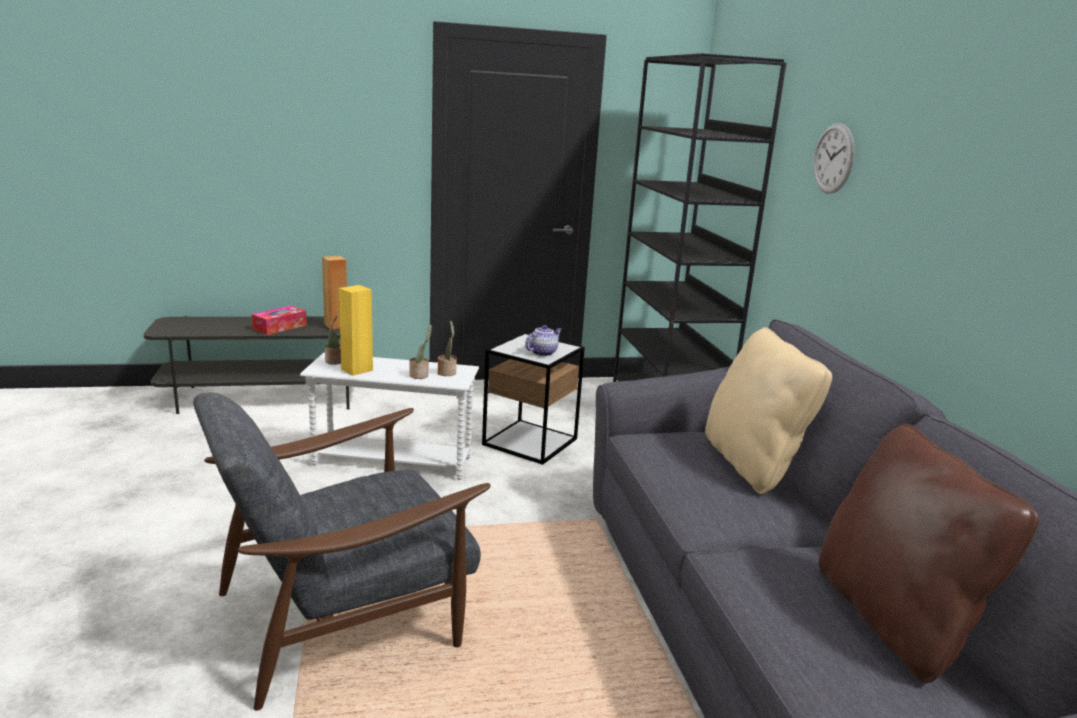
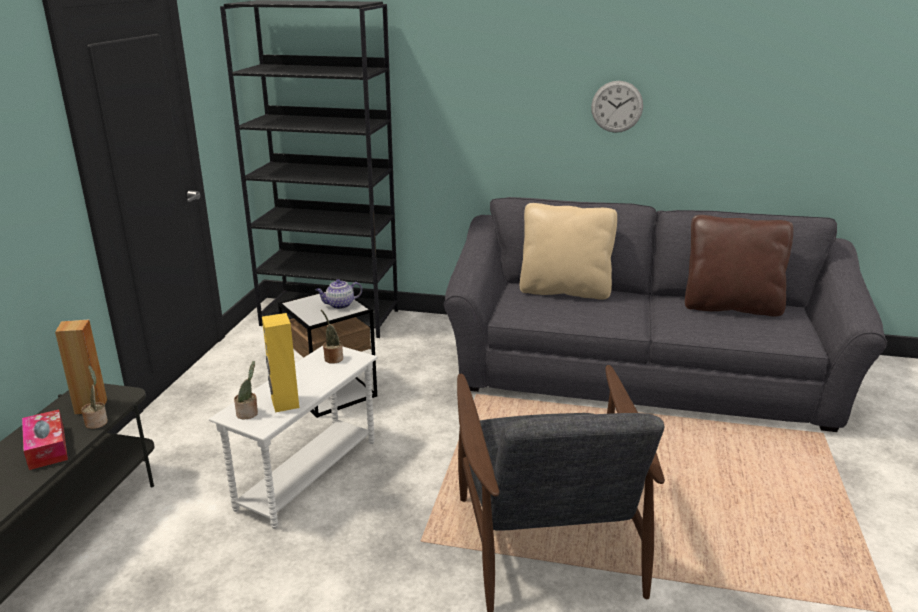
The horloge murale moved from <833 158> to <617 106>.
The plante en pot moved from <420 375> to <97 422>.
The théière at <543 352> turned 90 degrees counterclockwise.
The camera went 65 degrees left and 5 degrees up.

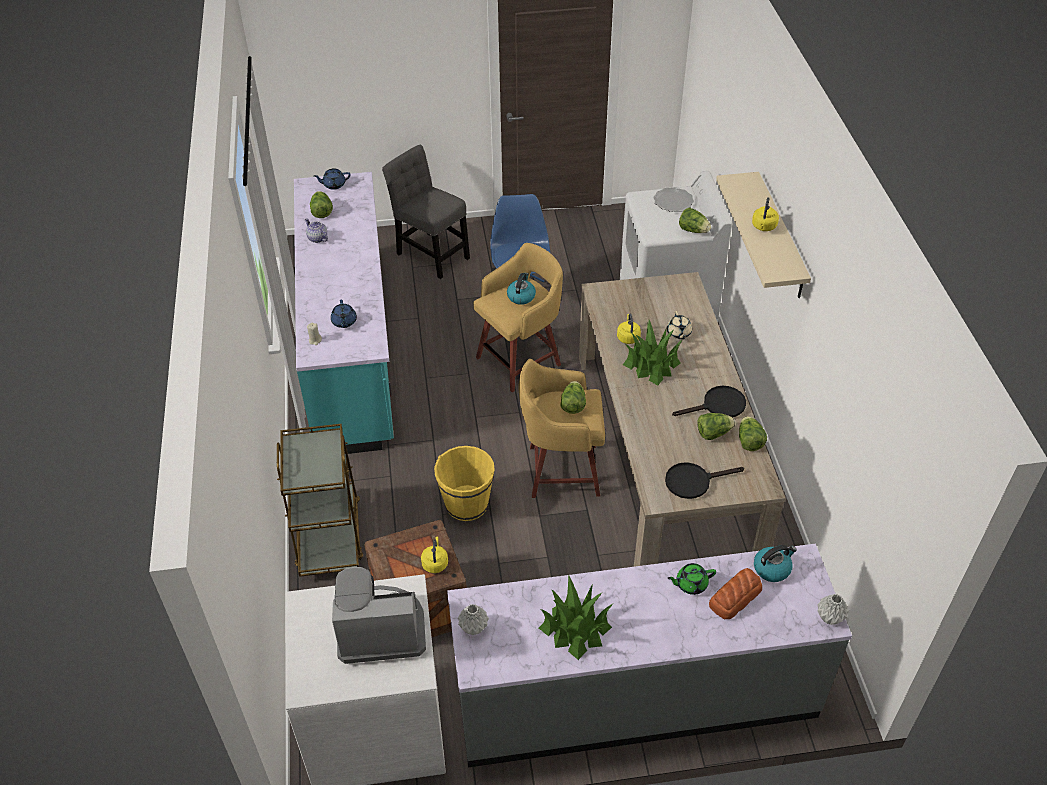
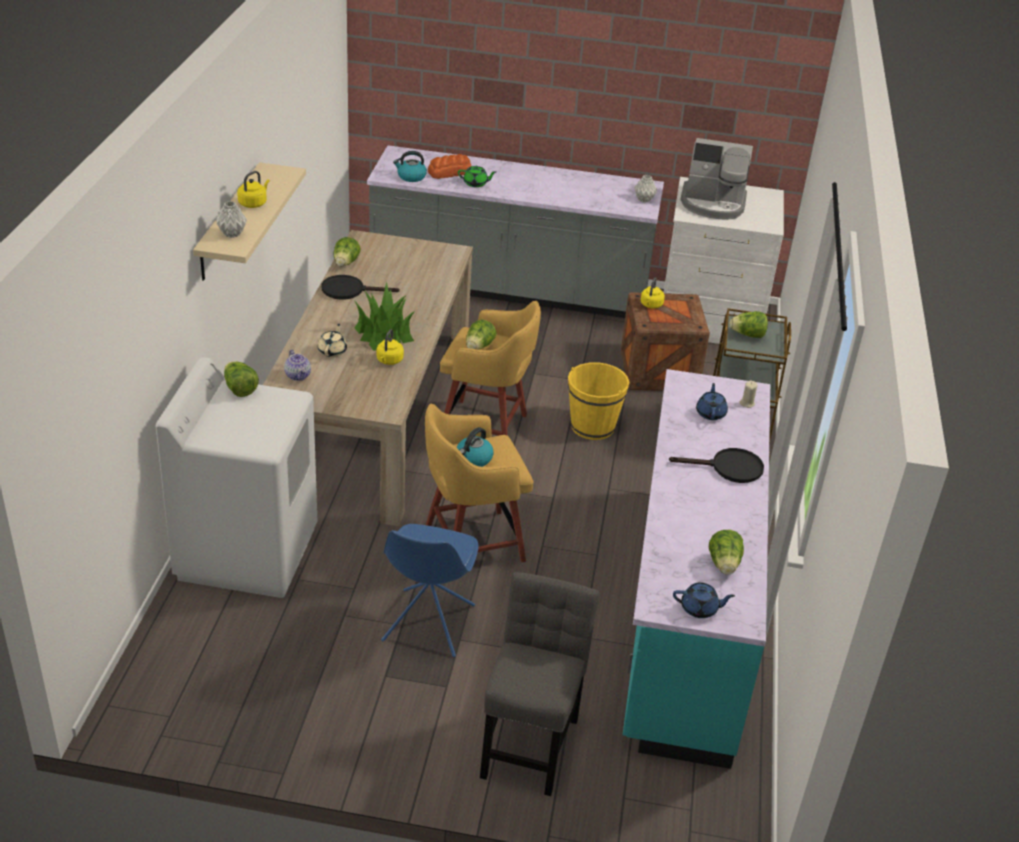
The chaise/gris at <430 253> turned 135 degrees counterclockwise.
The assiette at <673 201> disappeared.
The théière moved from <317 238> to <298 376>.
The laitue moved from <713 433> to <748 335>.
The poêle/noir moved from <693 481> to <729 468>.
The plante en pot at <575 627> disappeared.
The vase/gris moved from <830 617> to <231 234>.
The camera went 165 degrees left and 10 degrees down.

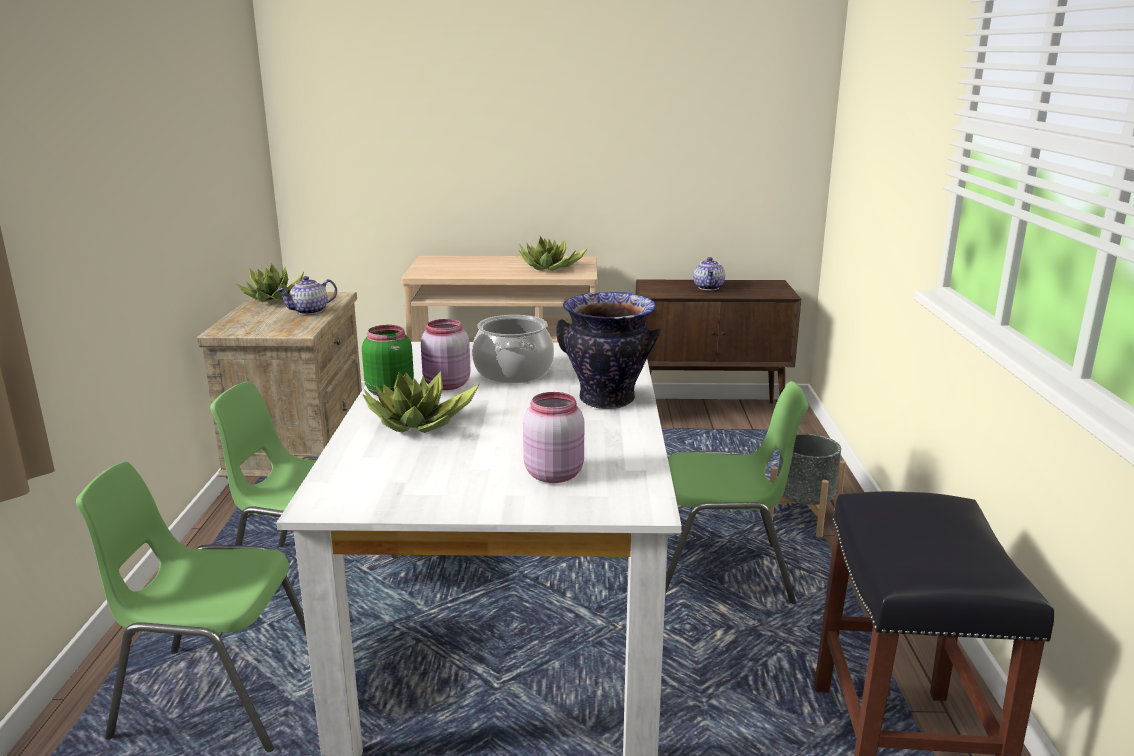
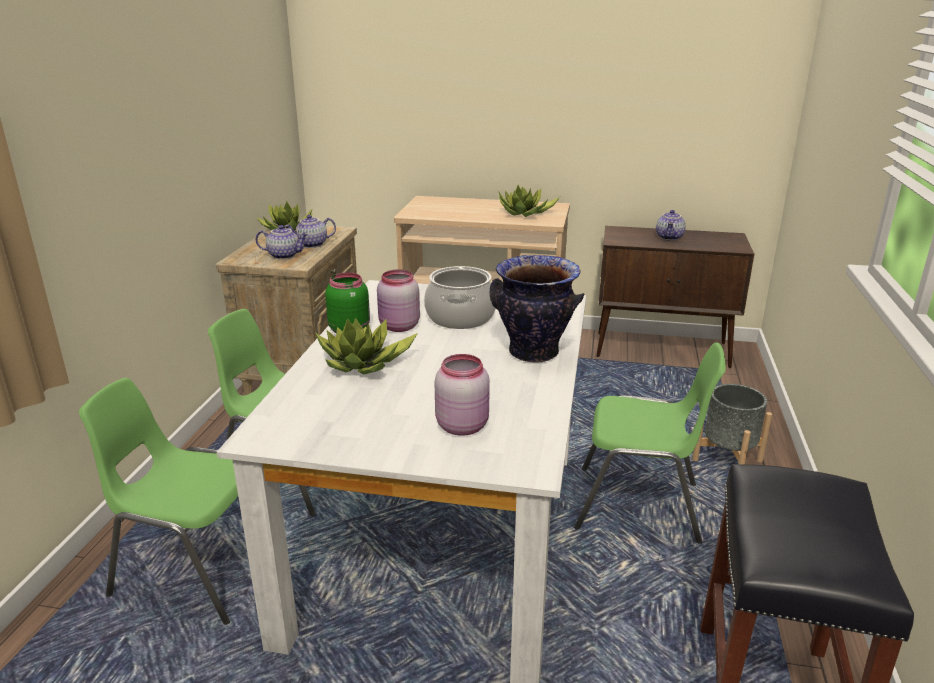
The théière at <284 255> appeared.
The camera went 10 degrees right and 5 degrees up.

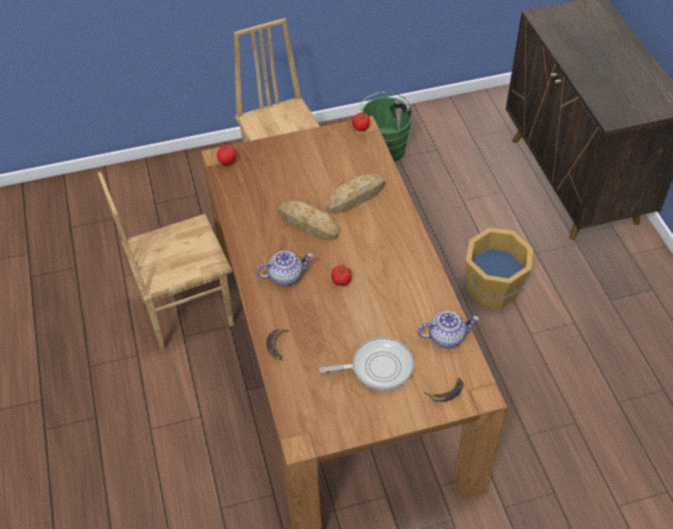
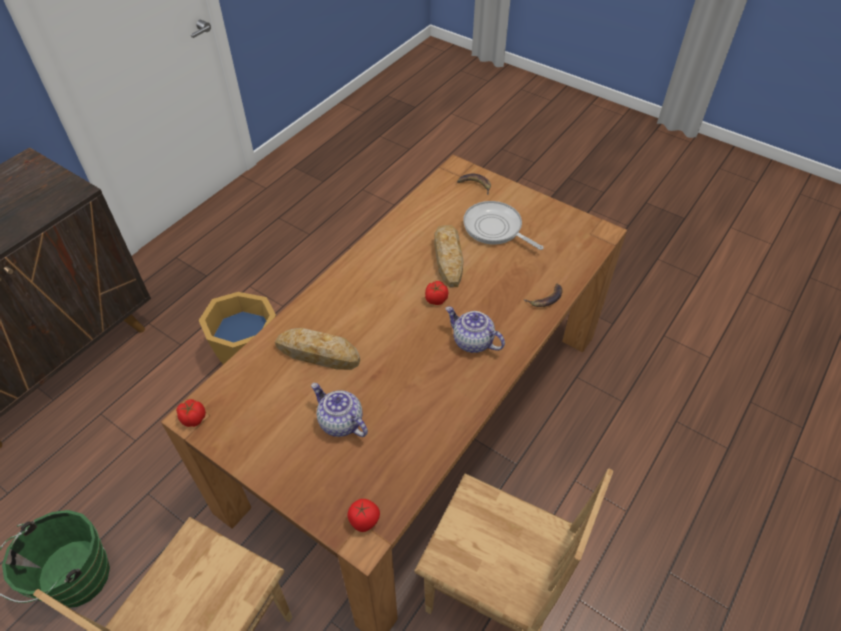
The pain moved from <308 223> to <448 258>.
The théière moved from <446 337> to <340 422>.
The camera went 130 degrees left and 0 degrees up.

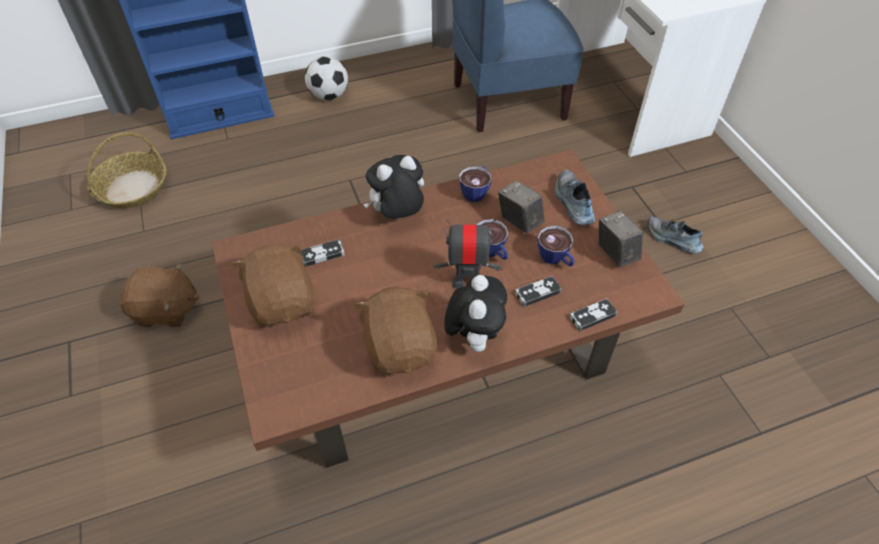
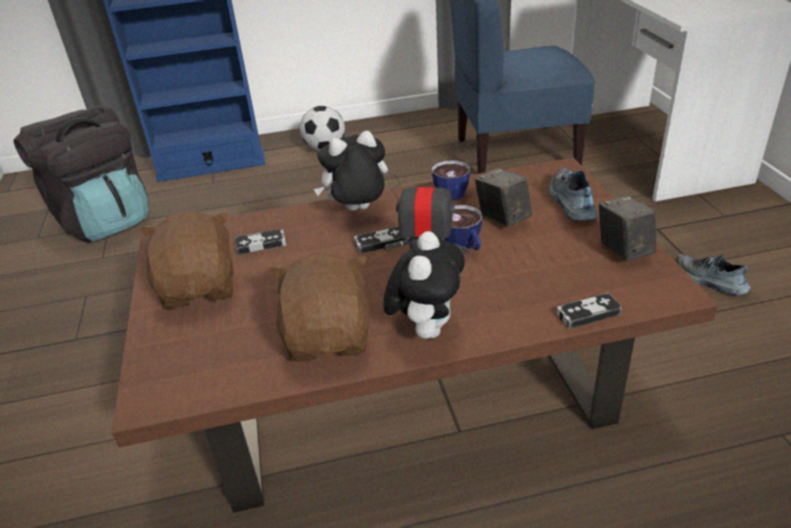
The panier at <133 188> was replaced by the sac à dos/noir at <105 221>.
The tasse at <555 259> disappeared.
The peluche/marron at <166 310> disappeared.
The manette moved from <537 293> to <380 242>.
The camera went 10 degrees right and 15 degrees down.

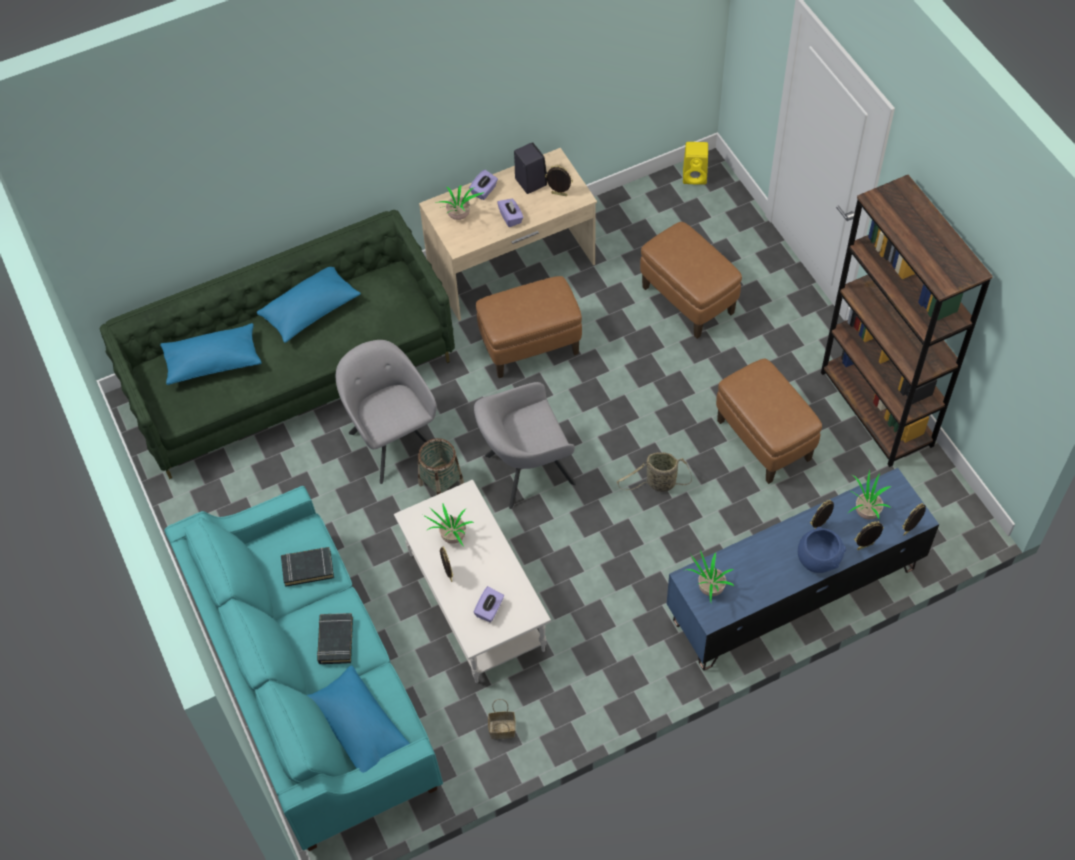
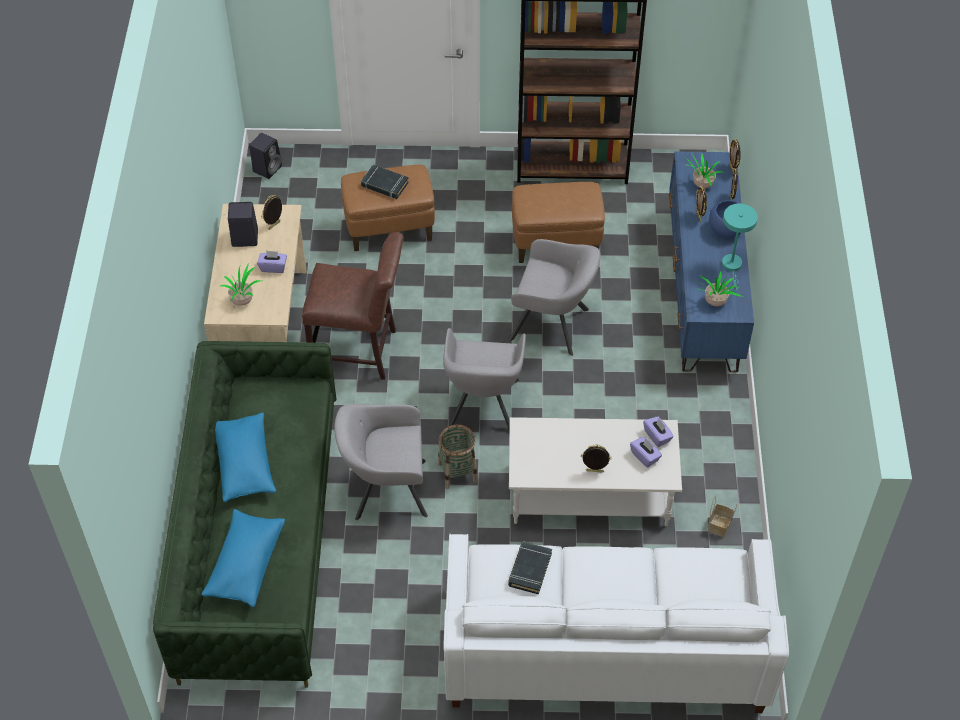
The enceinte/jaune at <695 176> became the enceinte/noir at <267 168>.
The boîte à mouchoirs/violet moved from <484 191> to <657 436>.
The pouf/marron at <530 347> was replaced by the chaise/marron at <359 351>.
The panier at <658 483> was replaced by the fauteuil/gris at <553 325>.
The canapé/turquoise at <313 686> became the canapé/blanc at <604 649>.
The plante en pot at <452 538> disappeared.
The livre/noir moved from <335 640> to <384 184>.
The coussin/bleu at <359 728> disappeared.
The lampe de table/turquoise at <732 267> appeared.
The camera went 65 degrees left and 5 degrees down.

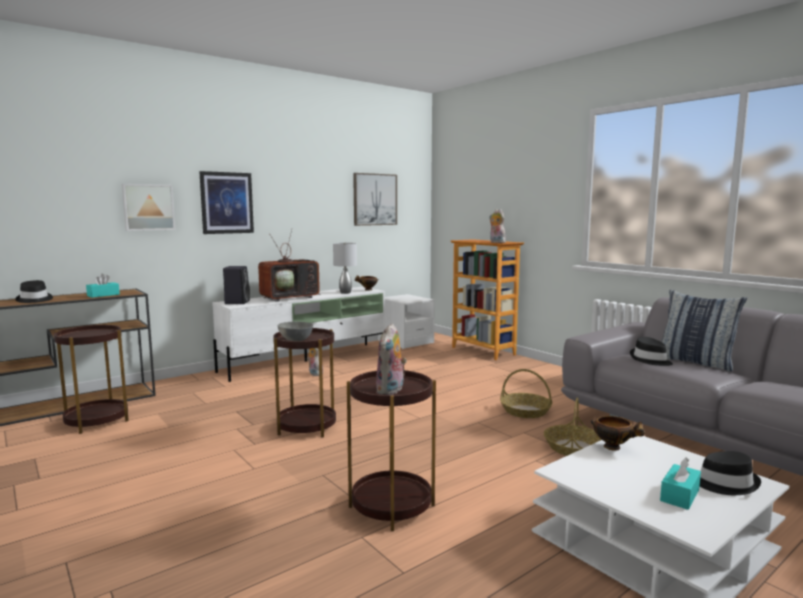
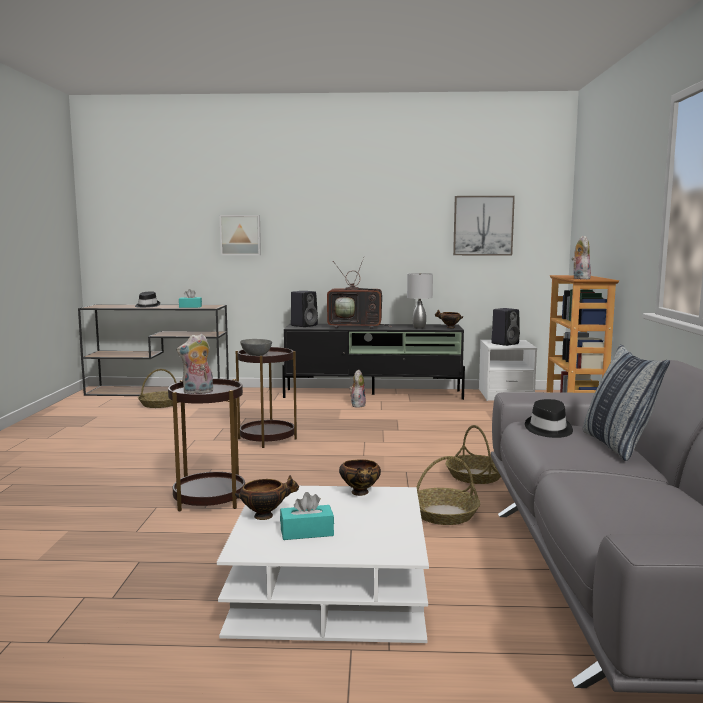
The tableau at <227 203> disappeared.
The meuble télé/blanc at <307 361> became the meuble télé/noir at <374 394>.
The table d'appoint/marron at <97 421> was replaced by the panier at <160 404>.
The chapeau/noir at <724 483> disappeared.
The enceinte/noir at <505 343> appeared.
The bol at <265 516> appeared.
The camera went 40 degrees right and 0 degrees up.

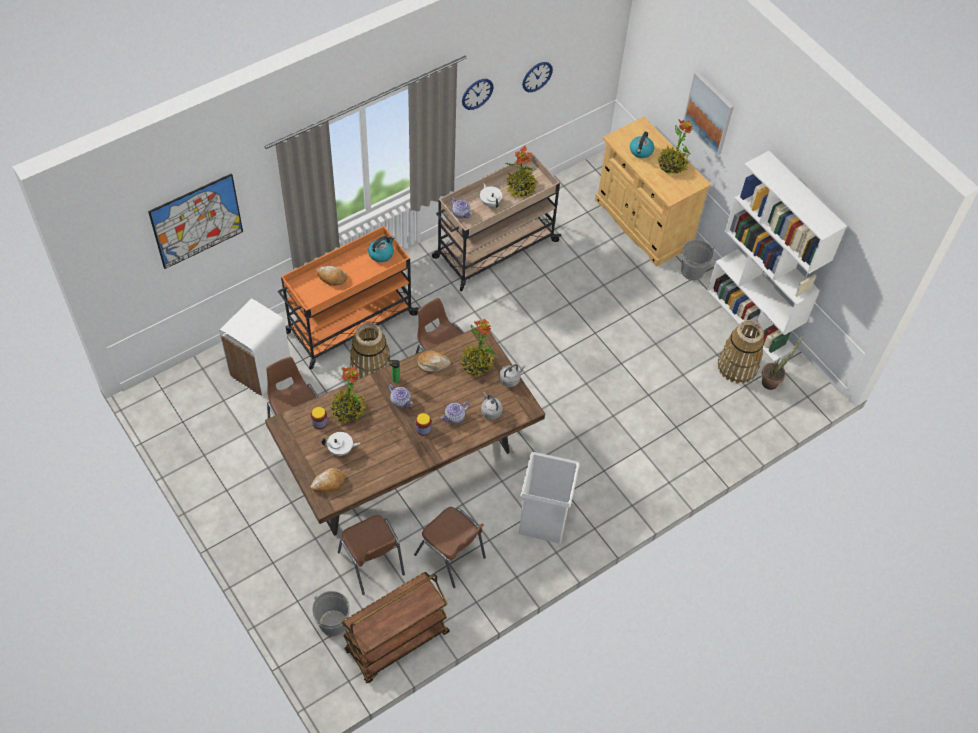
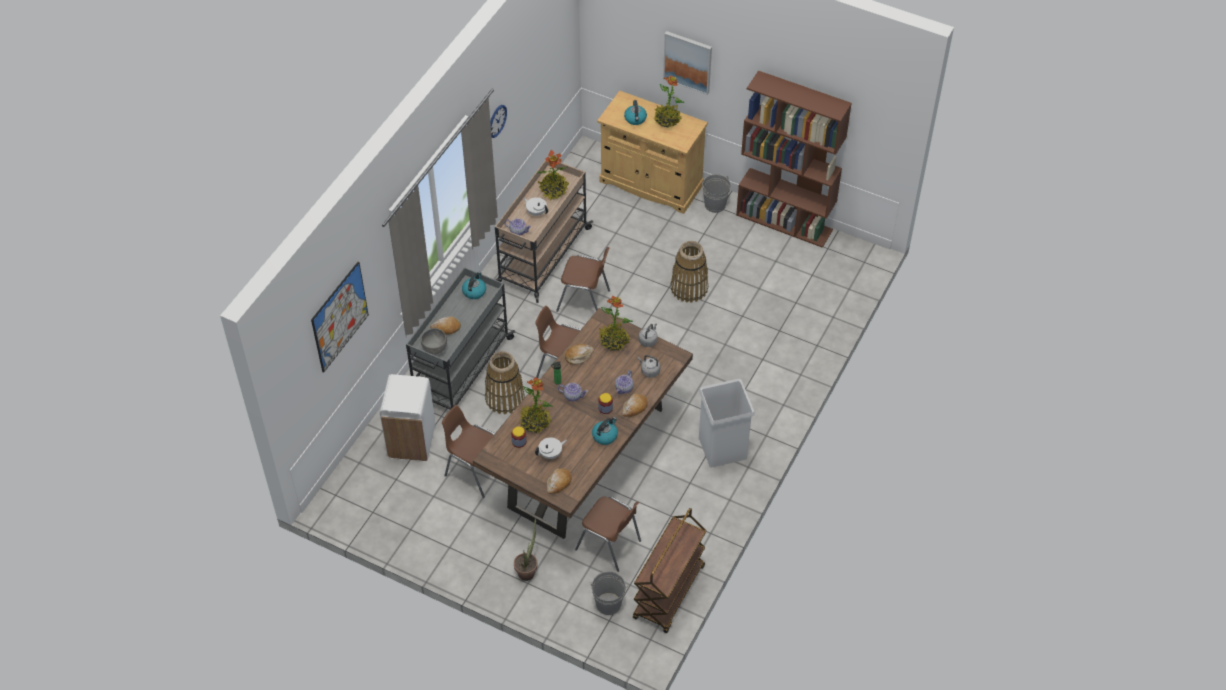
The horloge murale at <537 76> disappeared.
The bibliothèque/blanc at <751 319> became the bibliothèque/marron at <785 222>.
The chariot/orange at <349 324> became the chariot/gris at <461 370>.
The panier moved from <737 366> to <689 288>.
The plante en pot moved from <772 381> to <528 570>.
The chaise/marron moved from <451 557> to <584 301>.
The bol/gris at <434 348> appeared.
The pain at <634 408> appeared.
The bouilloire at <605 435> appeared.
The camera went 25 degrees left and 5 degrees down.

